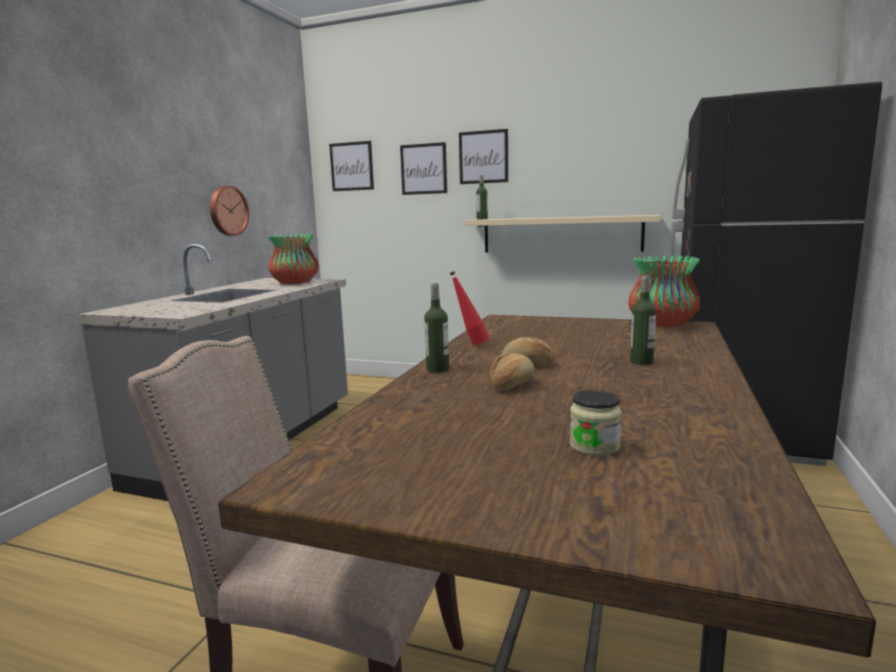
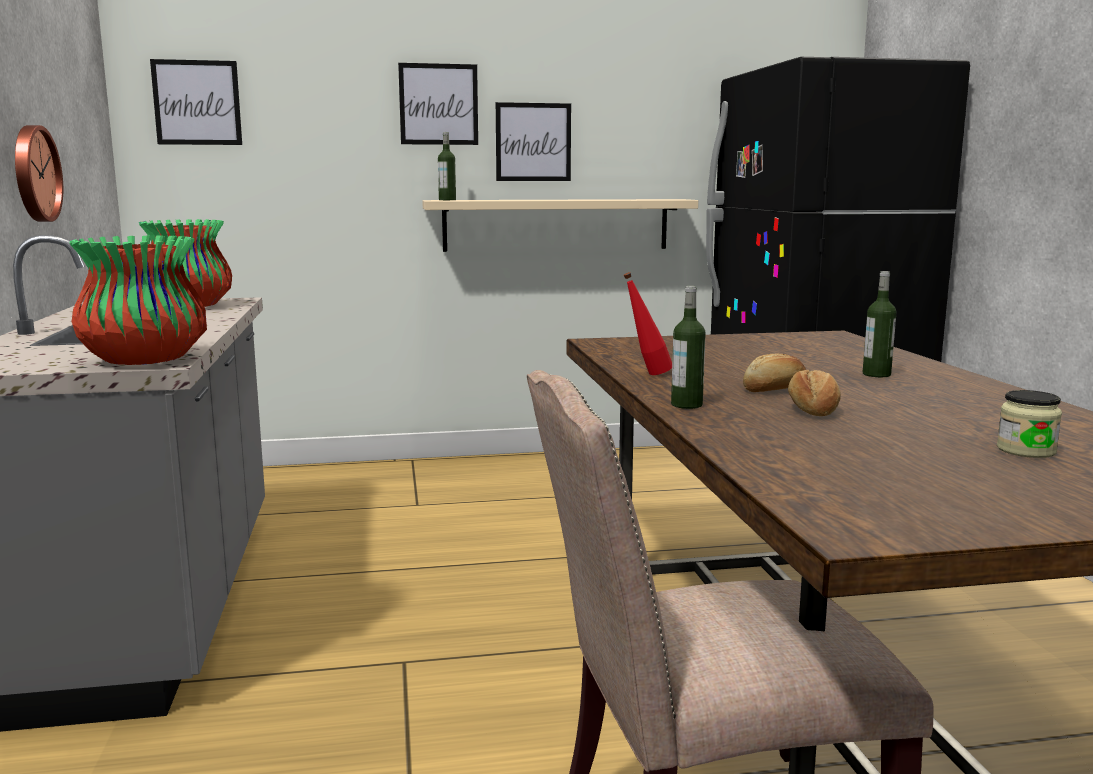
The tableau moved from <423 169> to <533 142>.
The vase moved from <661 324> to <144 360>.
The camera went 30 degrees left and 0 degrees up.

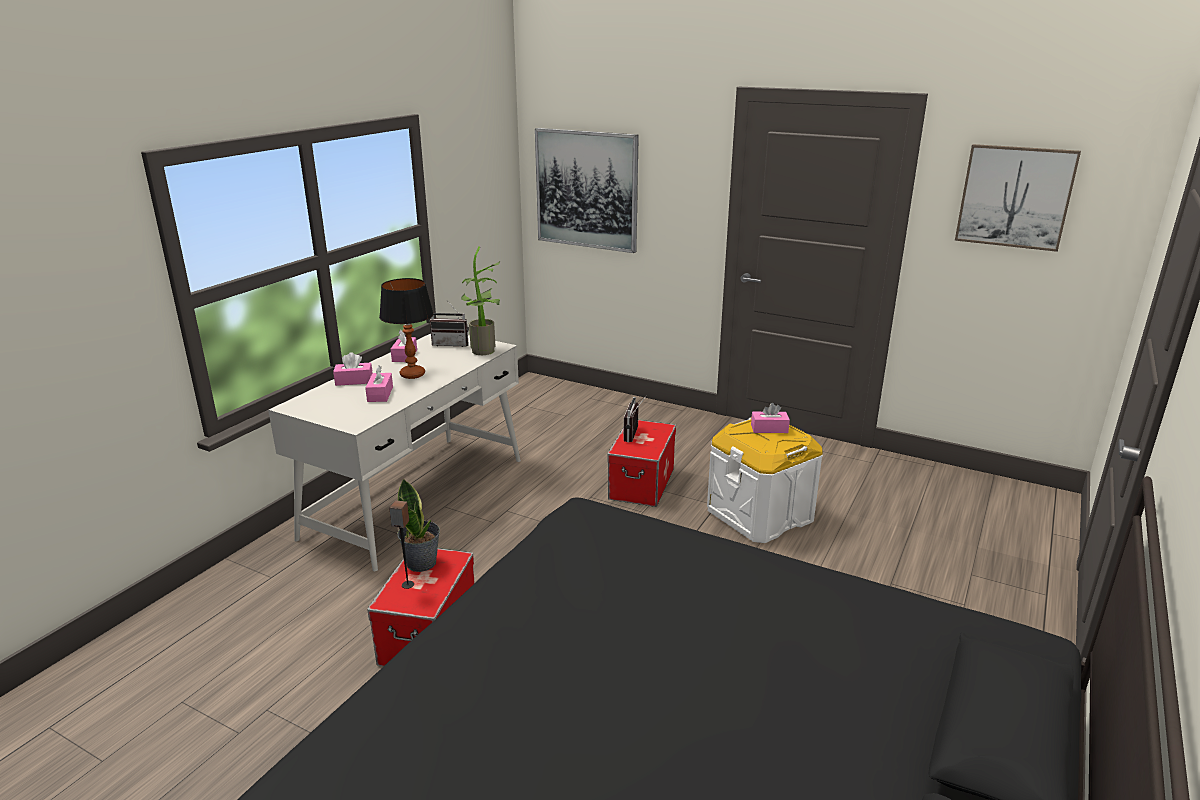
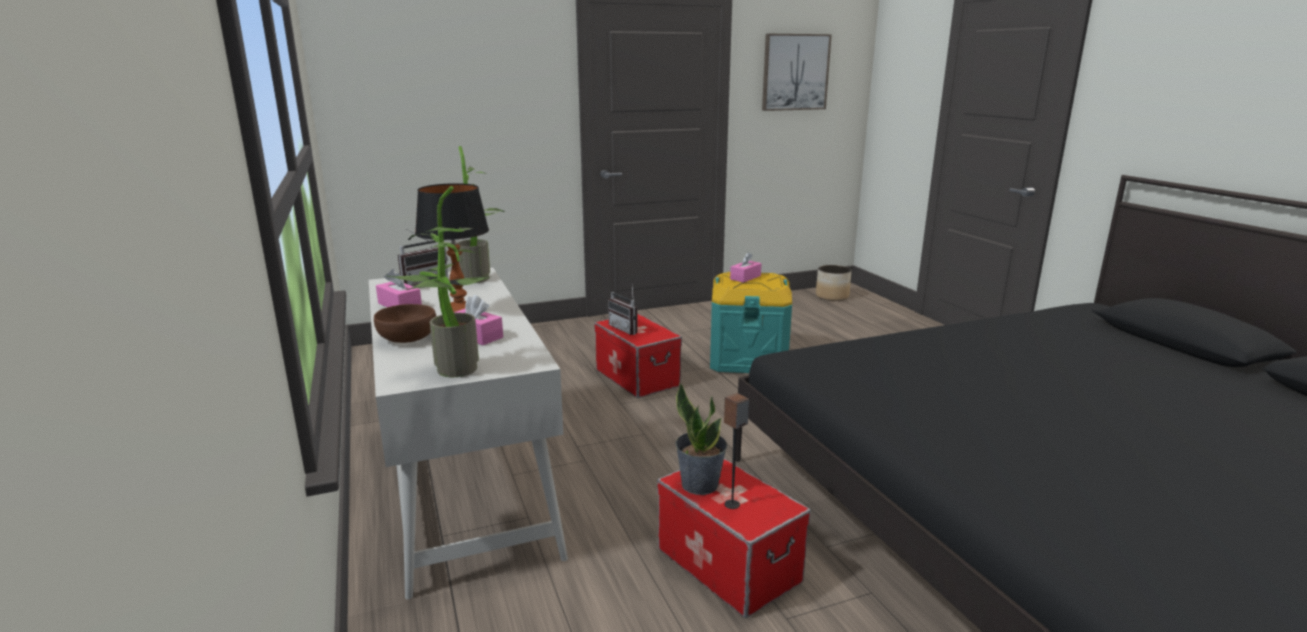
The tableau at <586 189> disappeared.
The boîte à mouchoirs/rose at <354 381> was replaced by the bol/marron at <407 338>.
The boîte de rangement/blanc at <760 514> became the boîte de rangement/turquoise at <747 359>.
The plante en pot at <451 371> appeared.
The cache-pot at <831 296> appeared.
The camera went 50 degrees left and 5 degrees down.

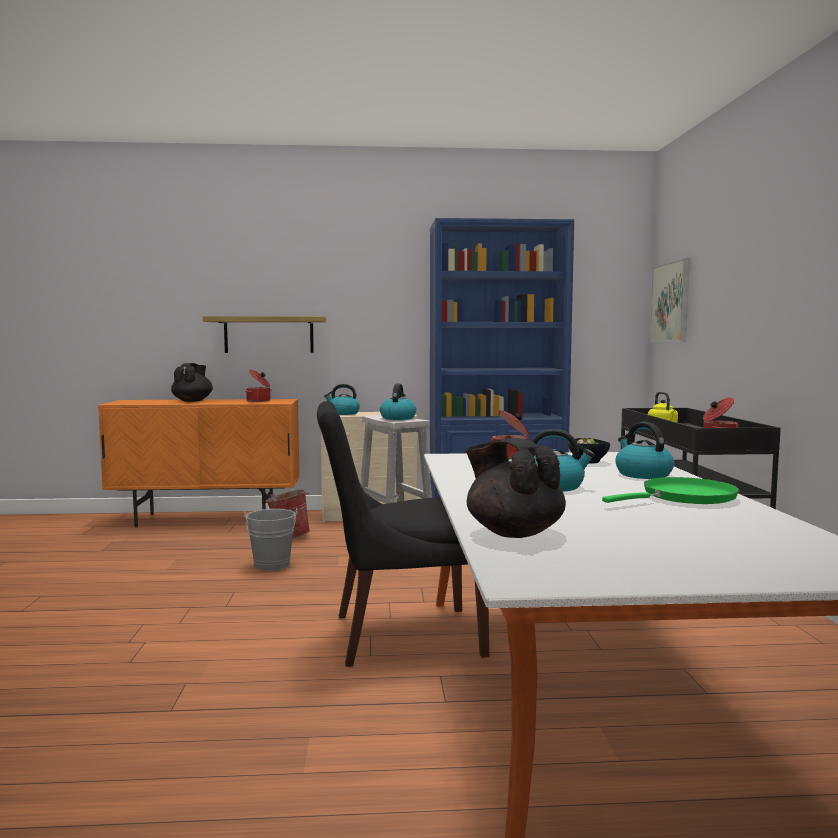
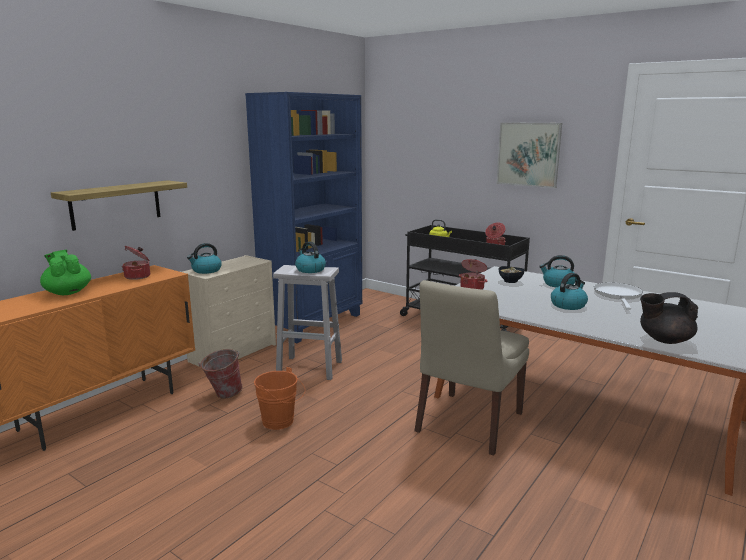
The tableau moved from <670 302> to <528 154>.
The théière/noir at <192 401> became the théière/vert at <67 292>.
The chaise/noir at <401 636> became the chaise/beige at <468 424>.
The poêle/vert at <684 497> became the poêle/blanc at <618 295>.
The seau/gris at <272 566> became the seau/orange at <281 422>.
The camera went 50 degrees left and 10 degrees up.

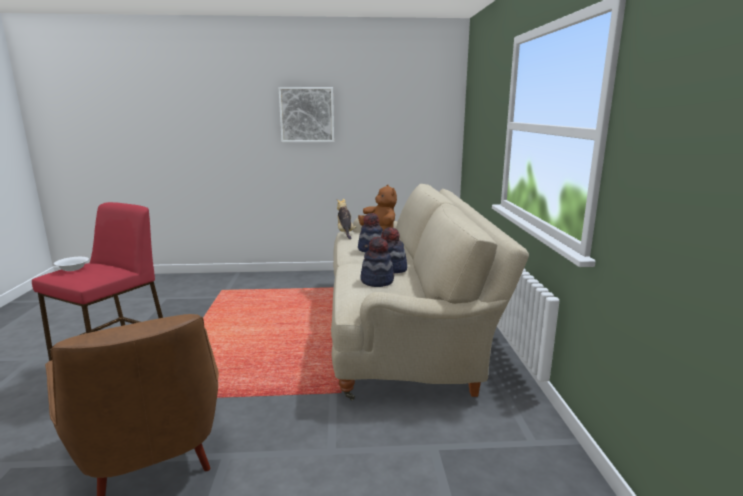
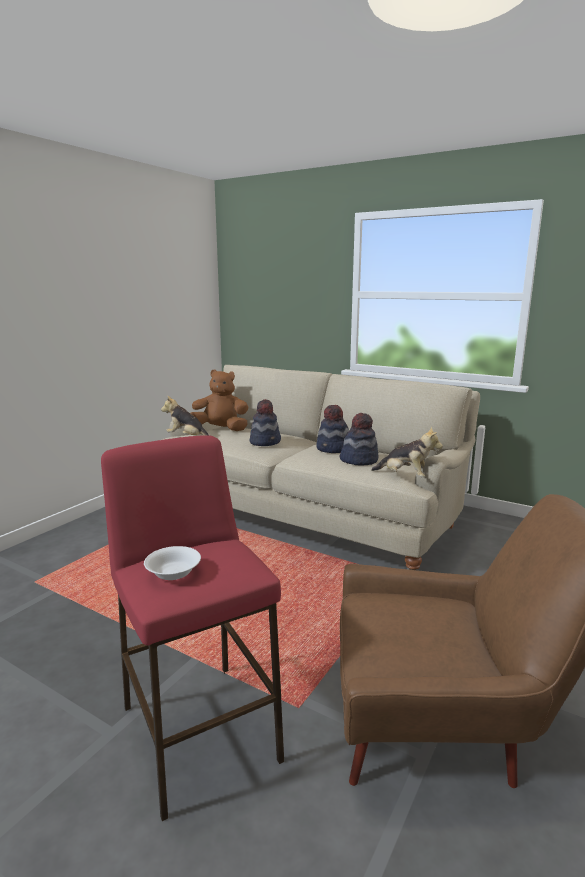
The tableau at <307 115> disappeared.
The peluche at <405 477> appeared.
The camera went 55 degrees left and 0 degrees up.

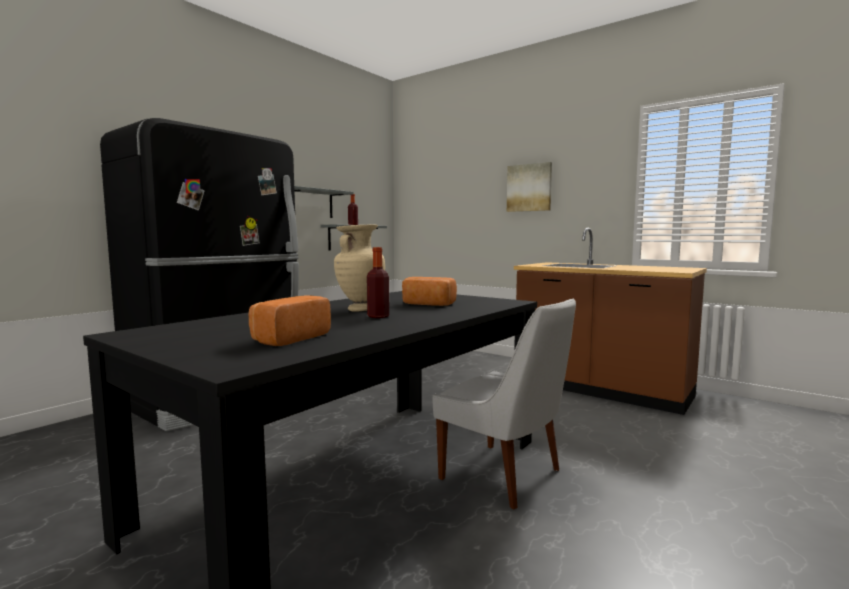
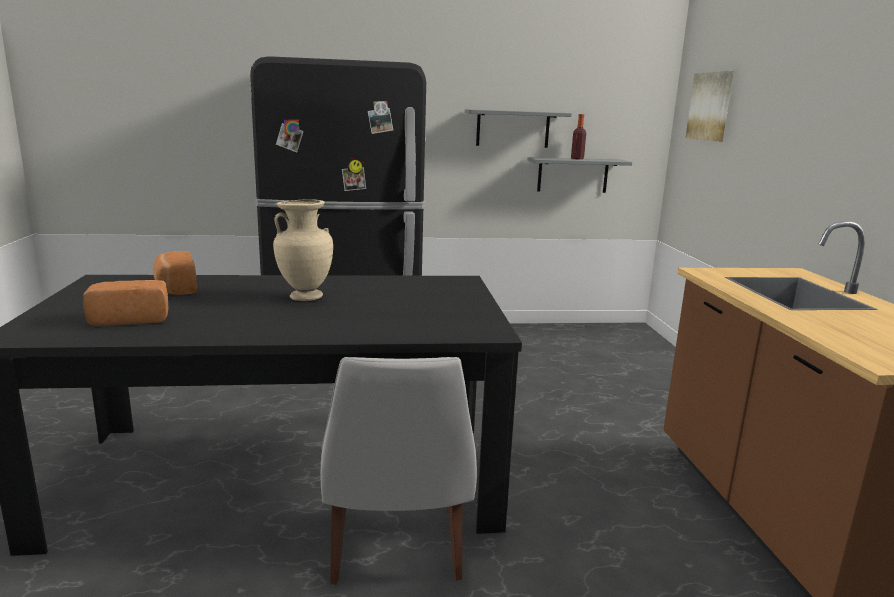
The tableau moved from <529 188> to <710 106>.
The bouteille at <378 316> disappeared.
The pain moved from <427 304> to <175 288>.
The camera went 45 degrees right and 10 degrees up.

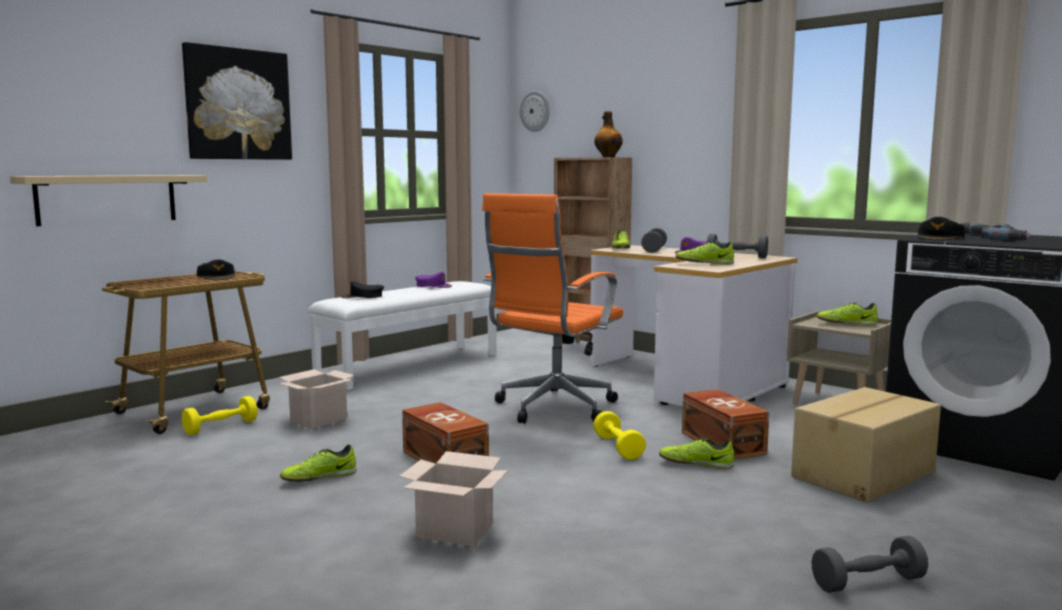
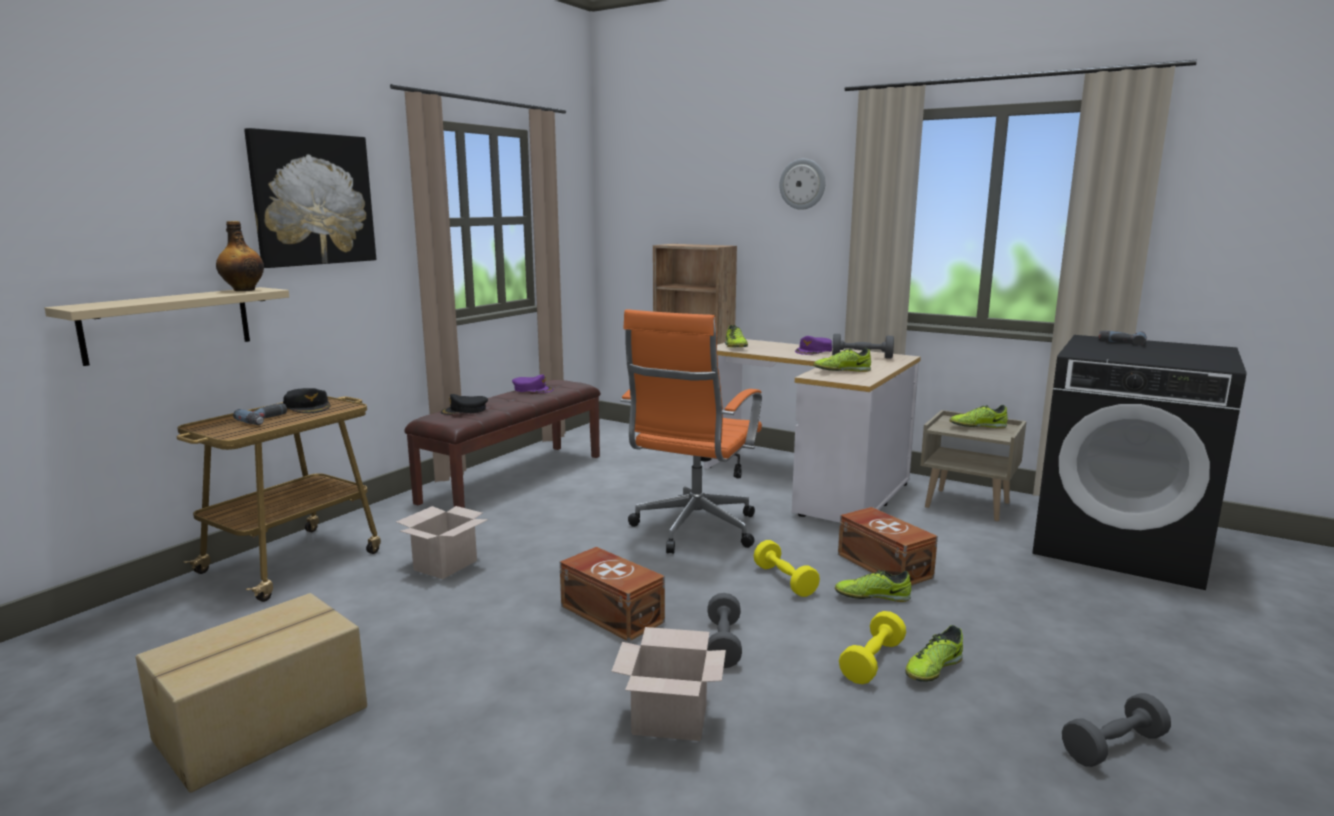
The horloge murale moved from <535 111> to <802 184>.
The bouteille moved from <608 157> to <243 290>.
The casquette/noir at <940 238> disappeared.
The perceuse moved from <1010 239> to <267 420>.
The haltère/gris moved from <654 250> to <723 644>.
The banc/blanc at <410 365> became the banc/marron at <513 478>.
The carton moved from <865 474> to <264 724>.
The haltère/jaune moved from <221 427> to <872 662>.
The chaussure moved from <319 477> to <933 668>.
The camera went 10 degrees left and 5 degrees up.

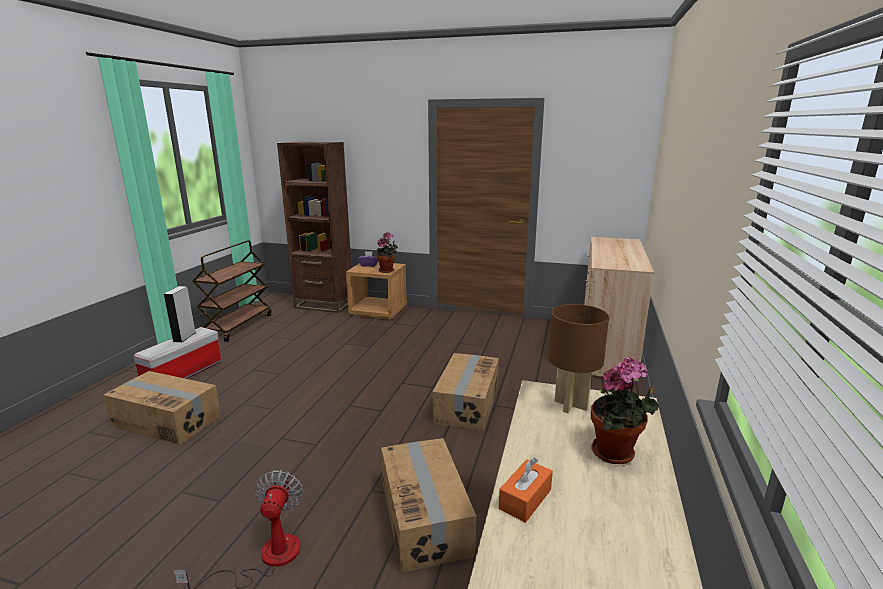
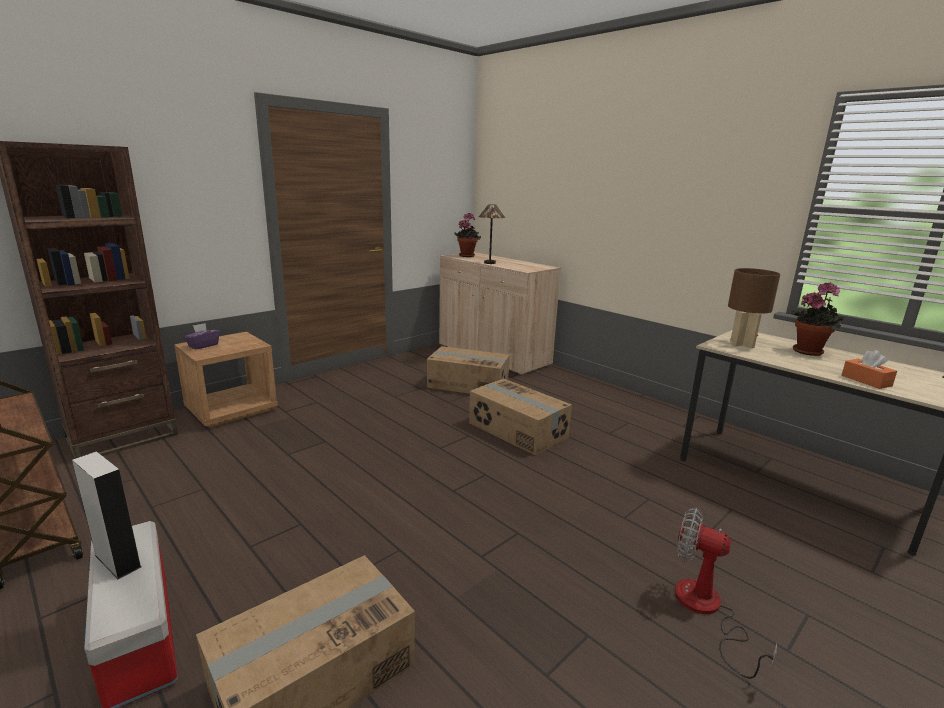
The plante en pot moved from <387 270> to <467 255>.
The carton moved from <425 517> to <468 384>.
The lampe de table at <489 263> appeared.
The camera went 60 degrees left and 0 degrees up.

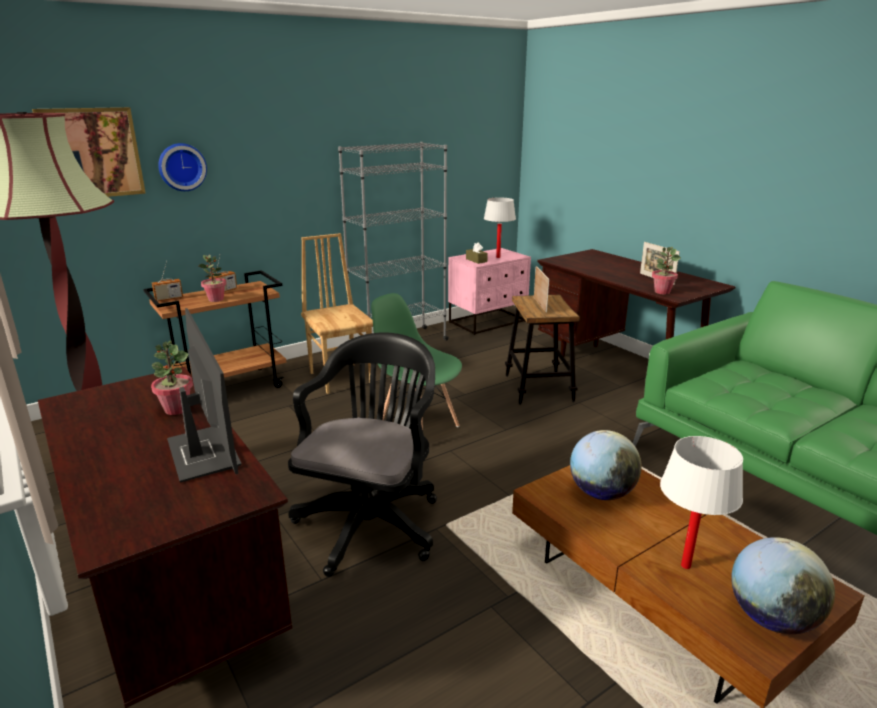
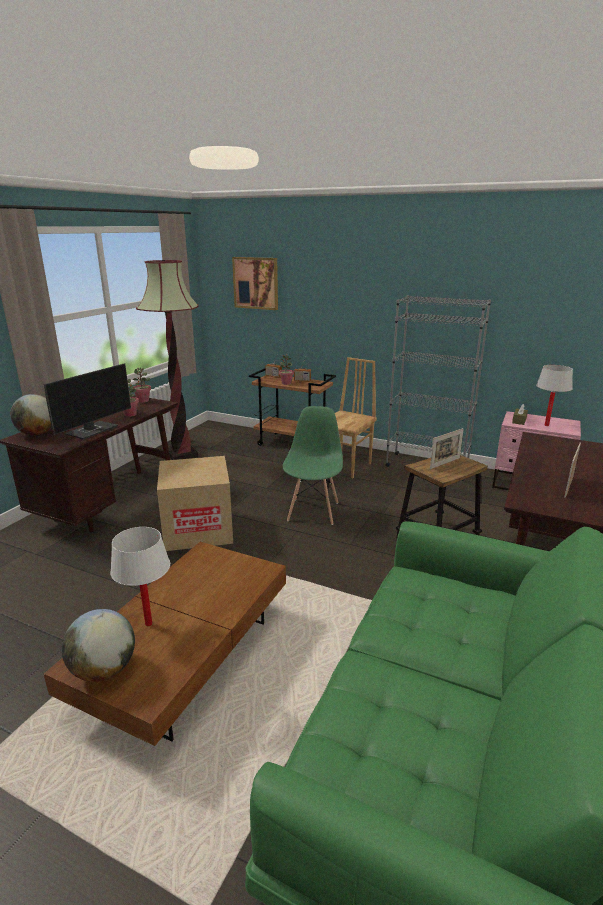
The horloge murale at <181 167> disappeared.
The plante en pot moved from <662 292> to <143 401>.
The chaise de bureau/noir at <372 521> was replaced by the carton at <198 529>.
The globe moved from <601 493> to <37 434>.
The camera went 60 degrees right and 0 degrees up.

